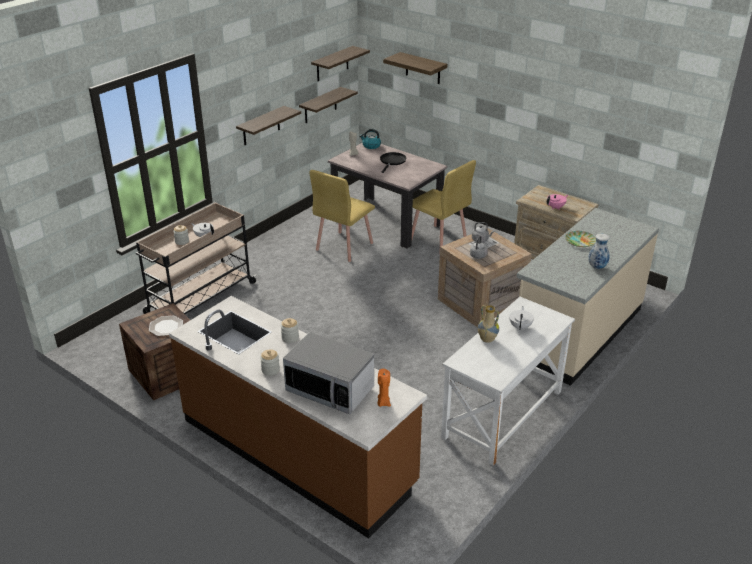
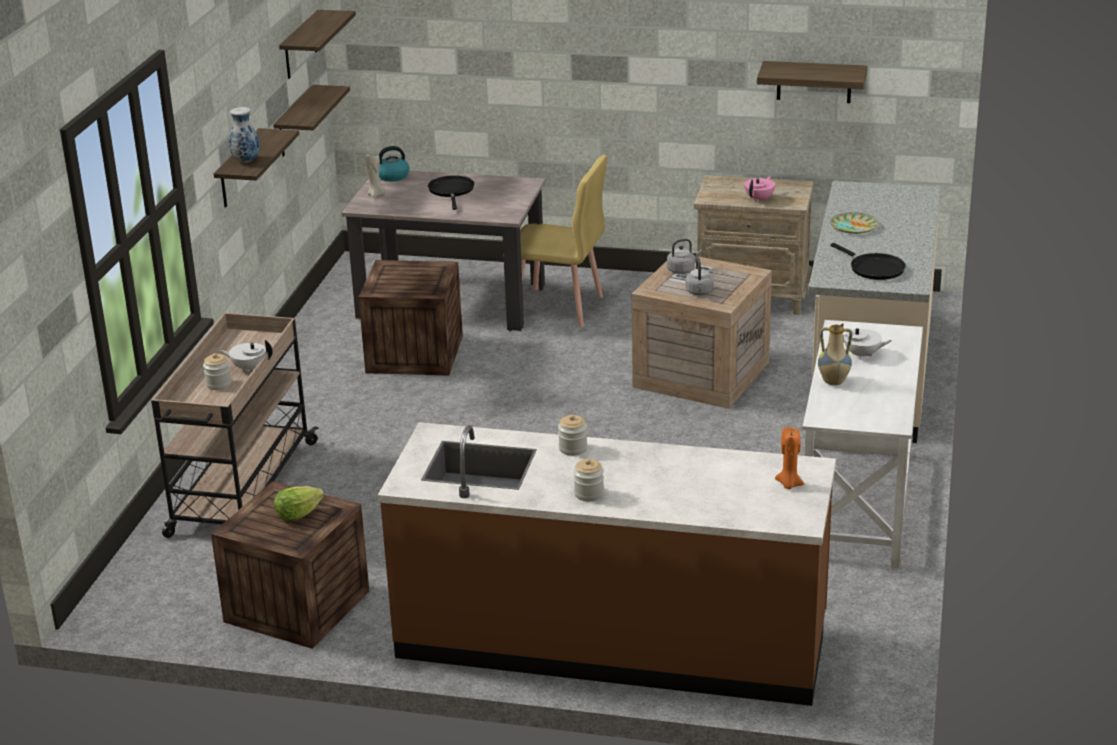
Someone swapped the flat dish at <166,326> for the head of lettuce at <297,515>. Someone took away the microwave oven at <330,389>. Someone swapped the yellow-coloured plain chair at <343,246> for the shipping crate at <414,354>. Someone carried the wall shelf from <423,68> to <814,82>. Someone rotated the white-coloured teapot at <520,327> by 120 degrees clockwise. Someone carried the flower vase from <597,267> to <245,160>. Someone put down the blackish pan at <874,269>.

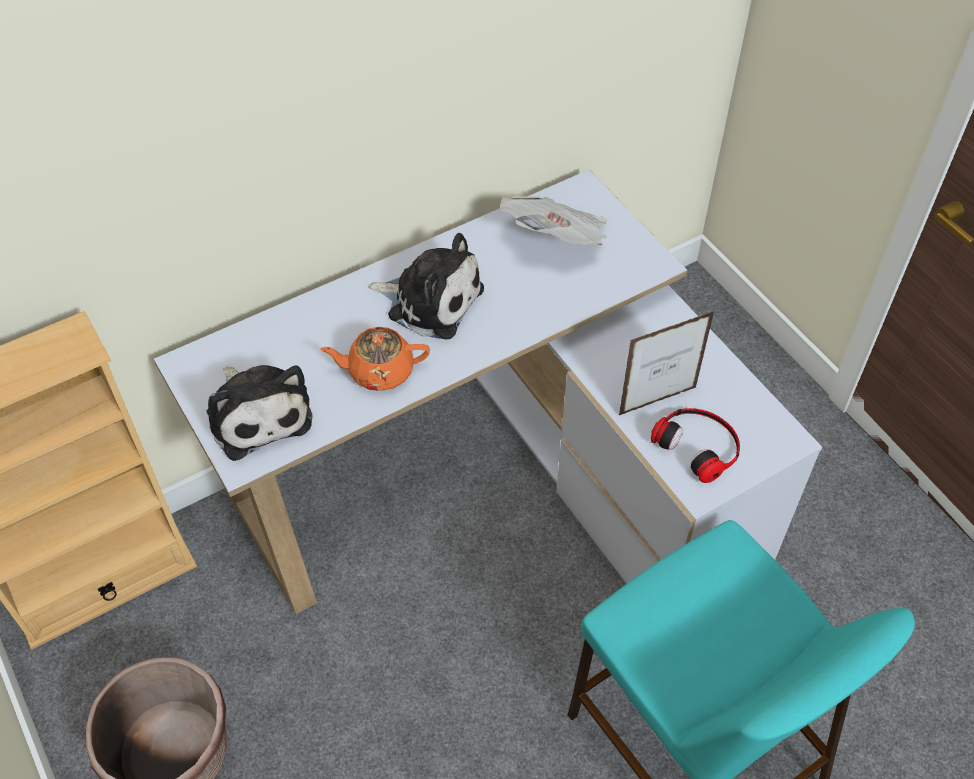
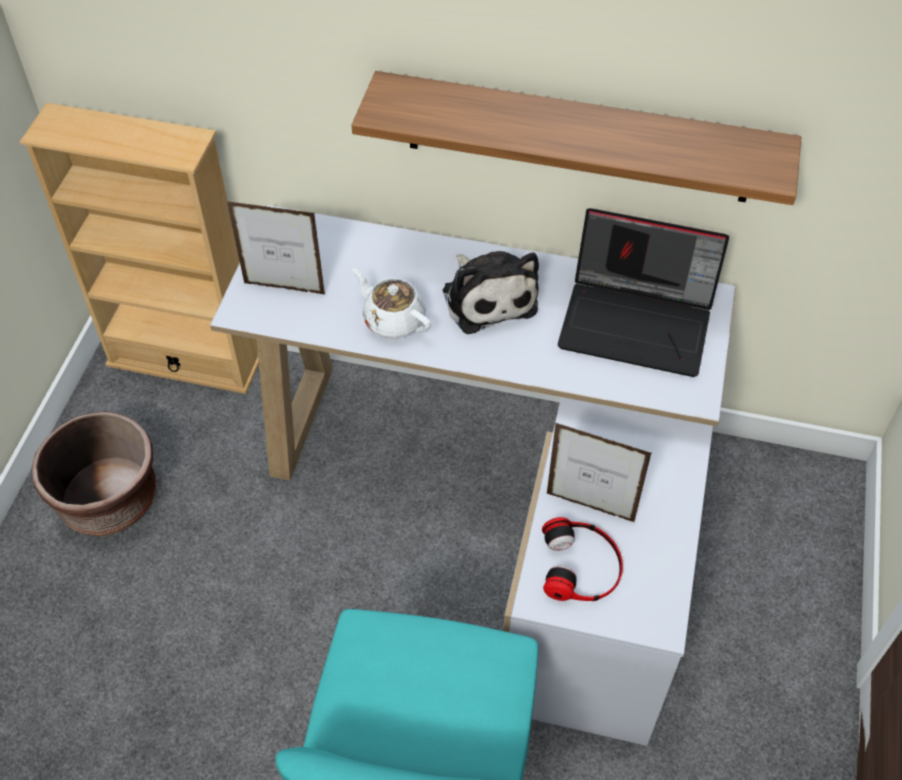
Someone swapped the plush toy at <258,414> for the standing frame at <284,288>. Someone repainted the orange-coloured teapot at <379,371>, which became the white-coloured teapot at <393,320>. Someone swapped the printed paper at <557,240> for the laptop at <638,322>. Someone put up the wall shelf at <578,138>.

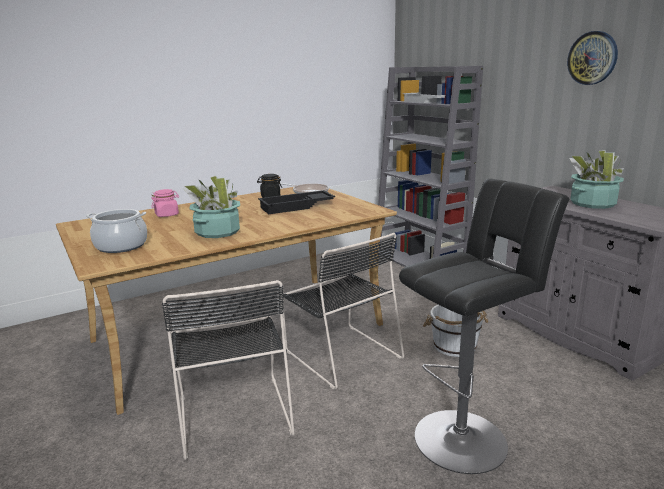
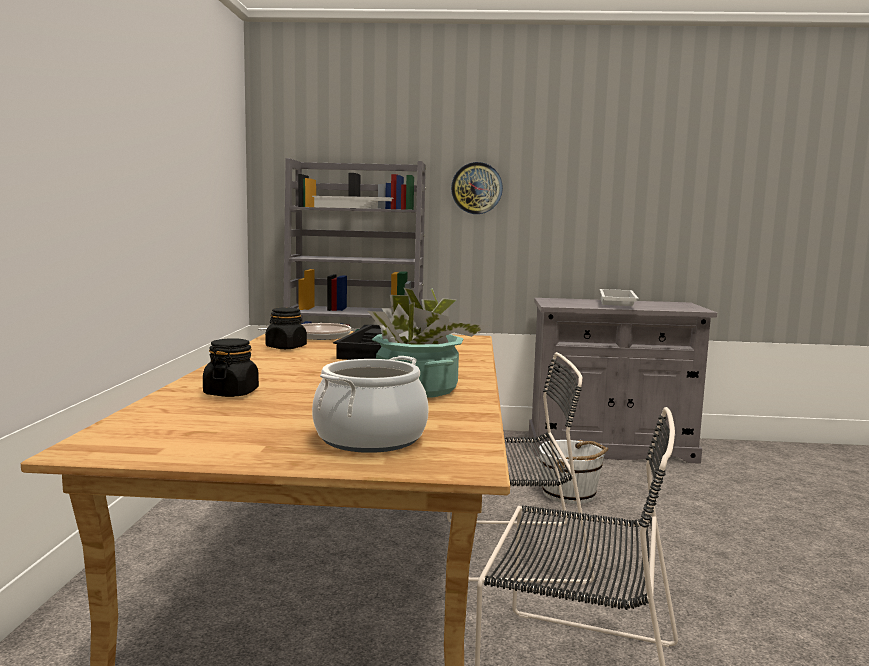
Someone repainted the pinkish preserve jar at <167,215>, which became the blackish preserve jar at <231,393>. Someone took away the blackish sitting stool at <465,437>. Someone carried the clock on the wall from <592,58> to <476,188>. Someone swapped the houseplant at <592,203> for the white-coloured serving tray at <615,304>.

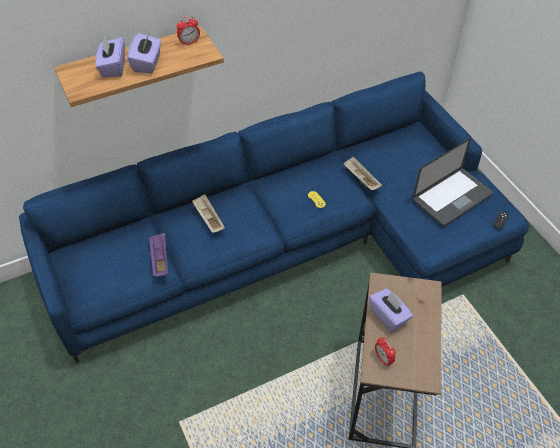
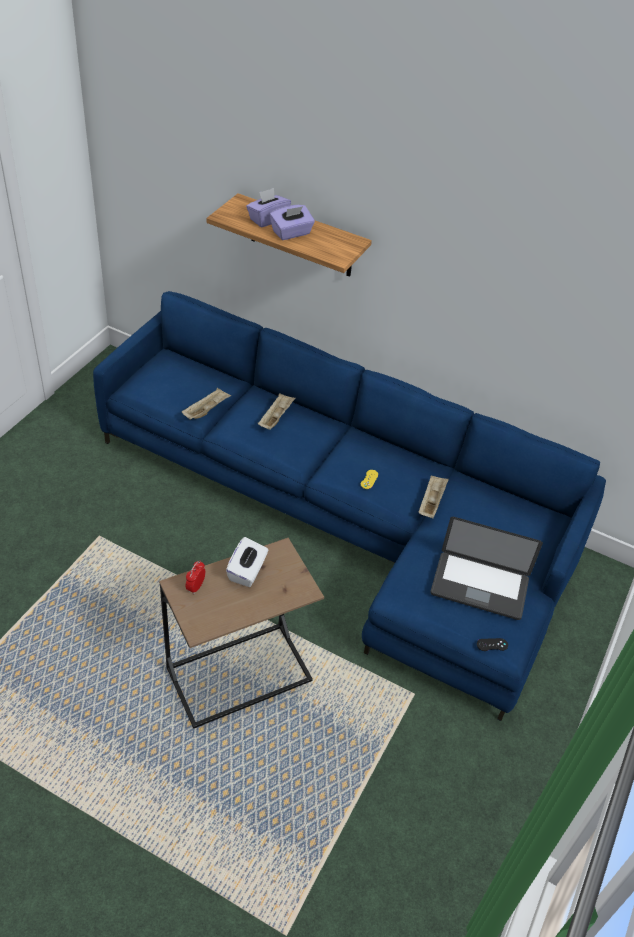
Someone repainted the purple serving tray at <159,259>, which became the beige-coloured serving tray at <206,410>. Someone took away the alarm clock at <189,42>. Someone repainted the purple tissue box at <388,316>, which became the white-coloured tissue box at <247,571>.

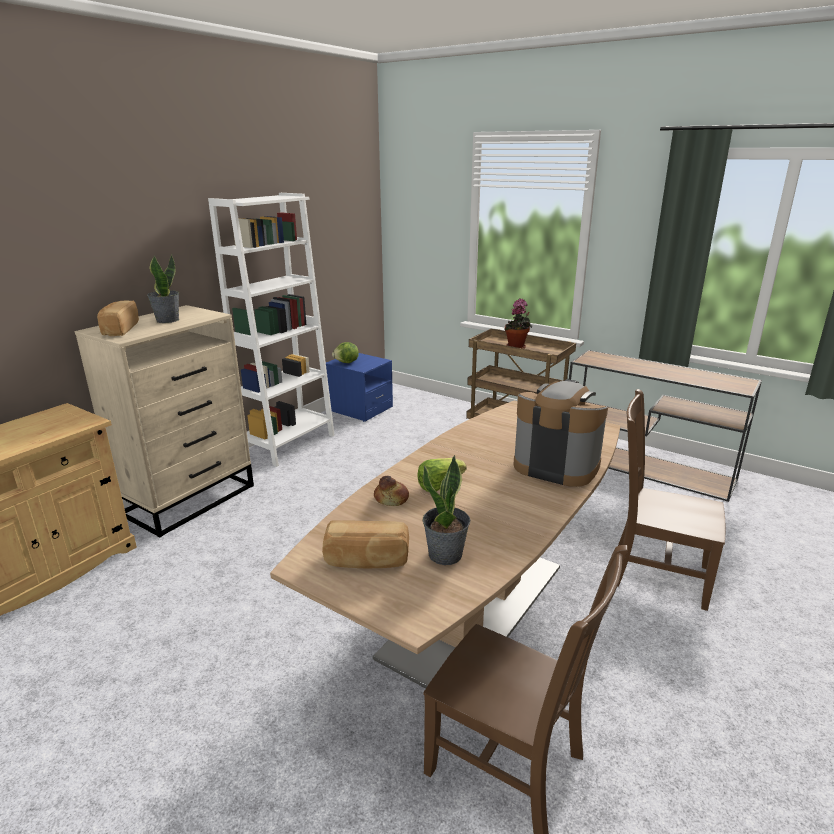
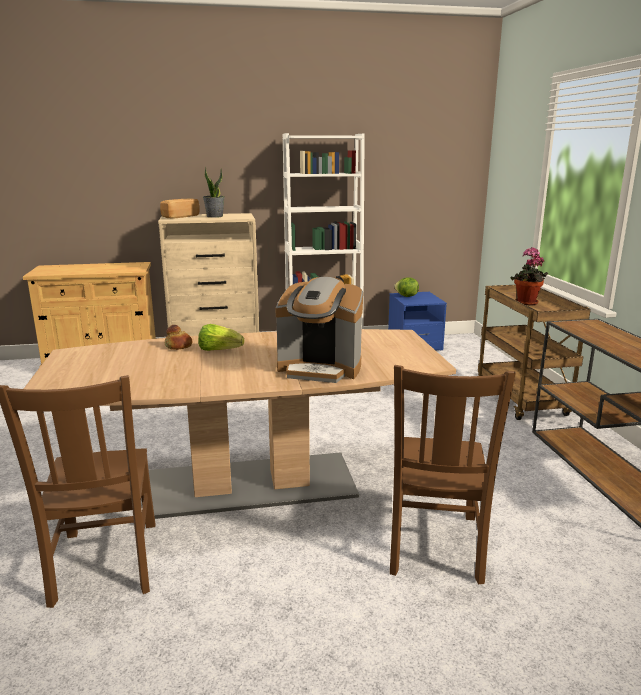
Someone took away the bread at <367,560>. Someone took away the houseplant at <446,555>. Someone rotated the coffee machine at <555,466> by 120 degrees clockwise. Someone rotated the brown plain chair at <655,574> by 150 degrees counterclockwise.

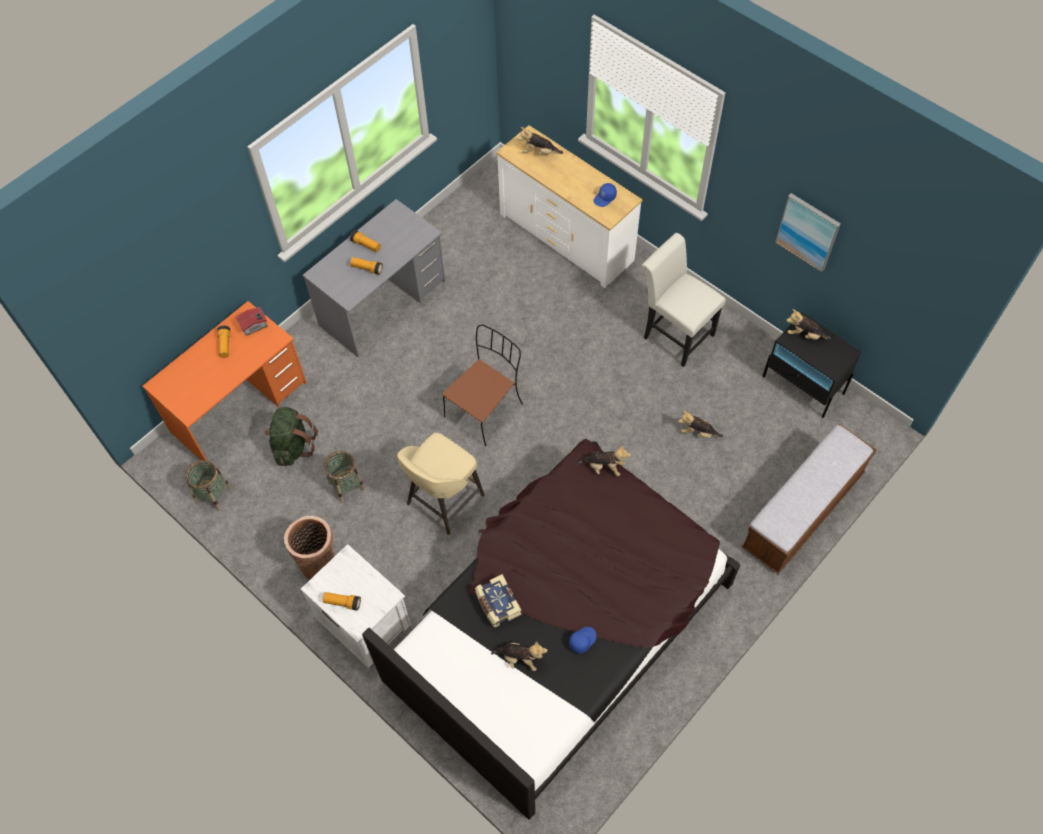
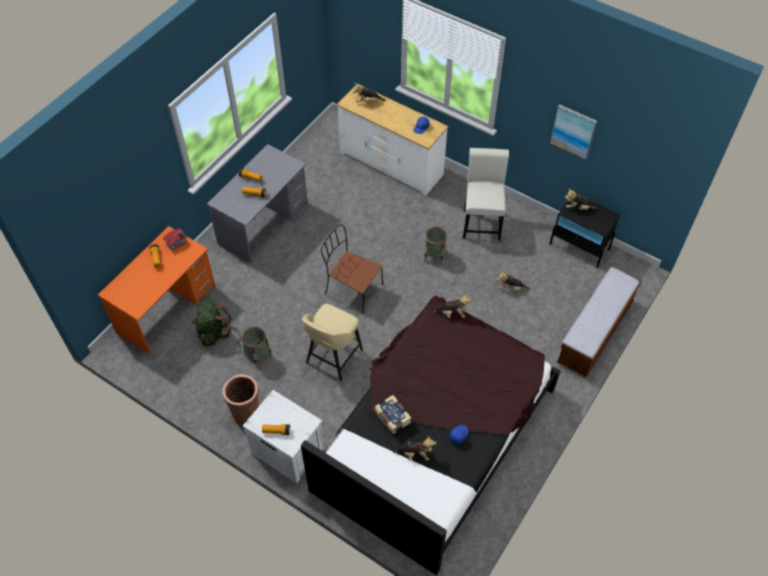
Someone carried the household basket from <213,495> to <434,255>. Someone rotated the brown plain chair at <485,409> by 90 degrees counterclockwise. Someone rotated the white-coloured plain chair at <674,333> by 60 degrees clockwise.

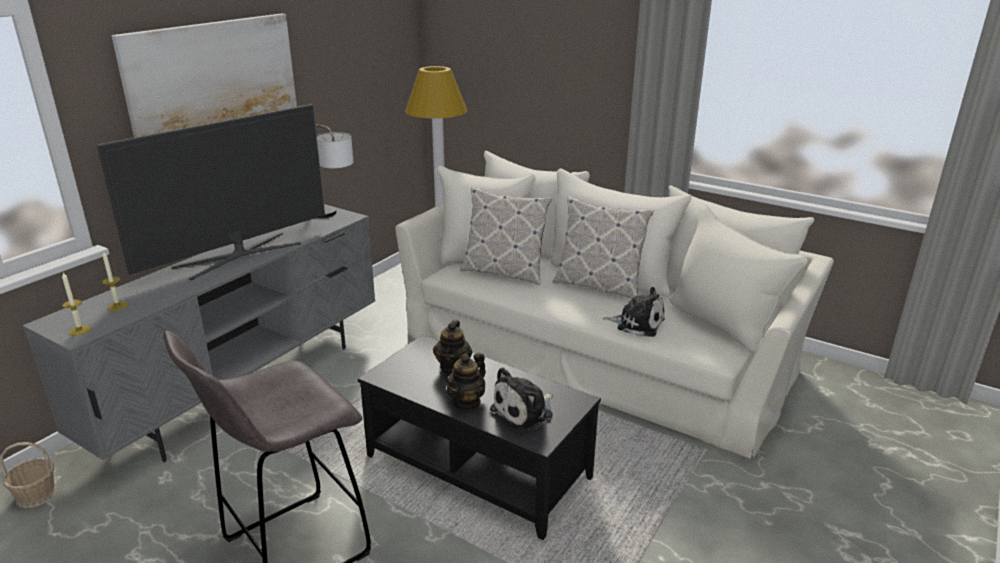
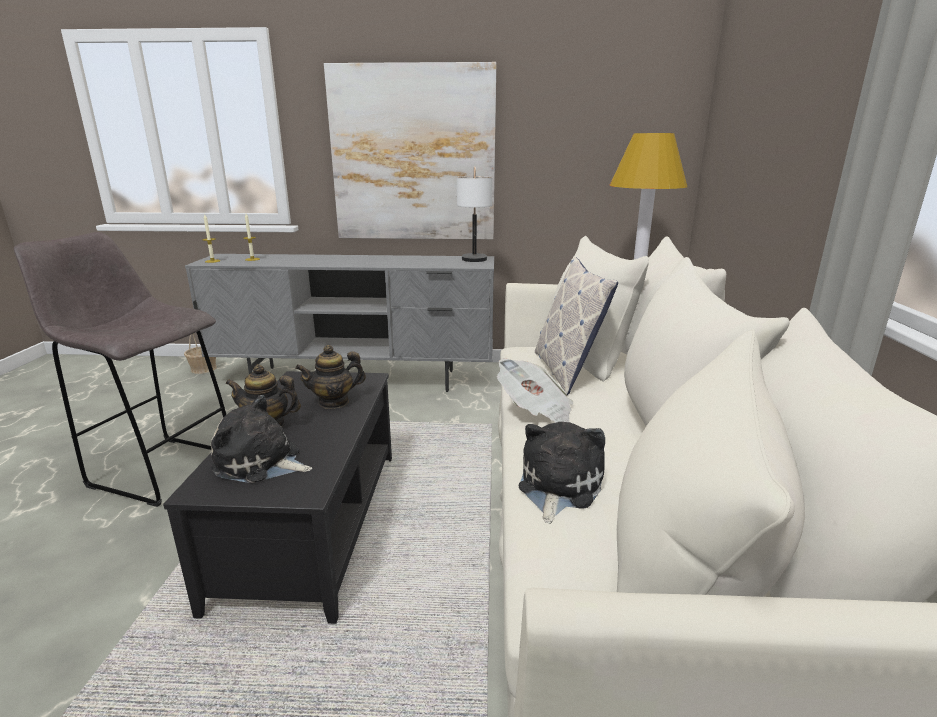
Someone took away the television at <239,255>. Someone took away the cushion at <598,286>. Someone rotated the plush toy at <637,323> by 150 degrees counterclockwise. Someone put down the printed paper at <535,410>.

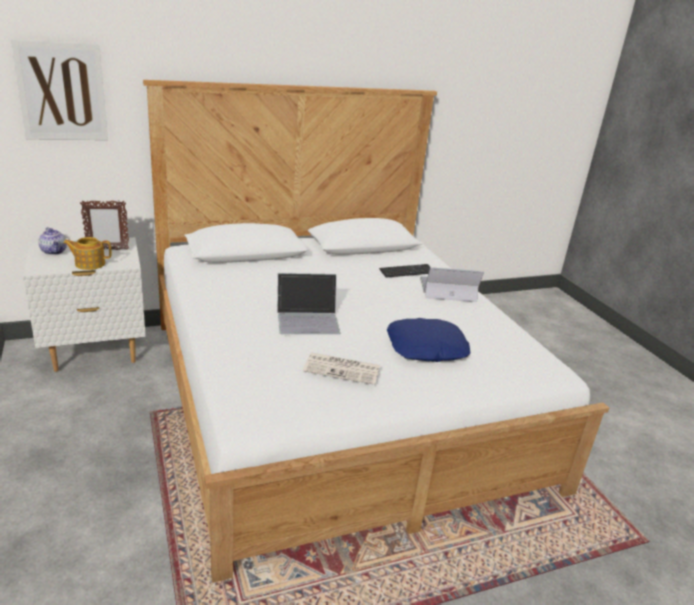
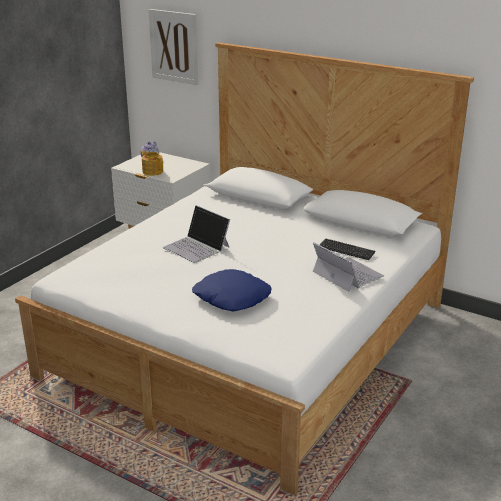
Someone took away the standing frame at <107,249>. Someone took away the printed paper at <343,369>.

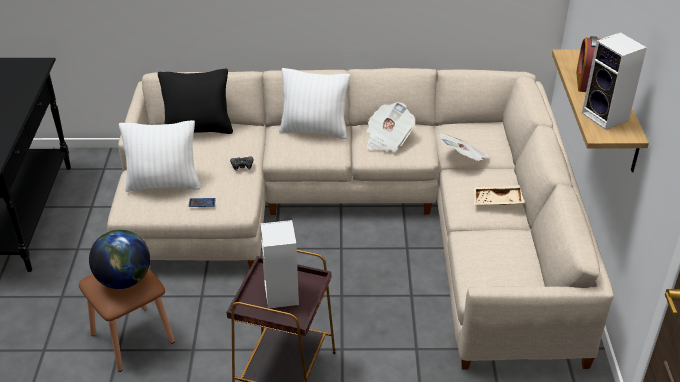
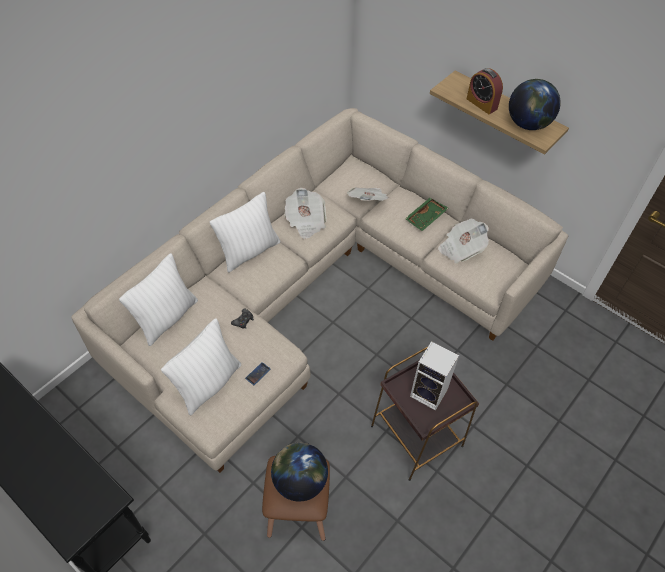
Someone repainted the blackish cushion at <198,130>, which became the white-coloured cushion at <167,318>. Someone repainted the beige-coloured serving tray at <497,201>, which became the green-coloured serving tray at <426,217>. Someone swapped the loudspeaker at <607,117> for the world globe at <528,124>. Someone put down the printed paper at <461,248>.

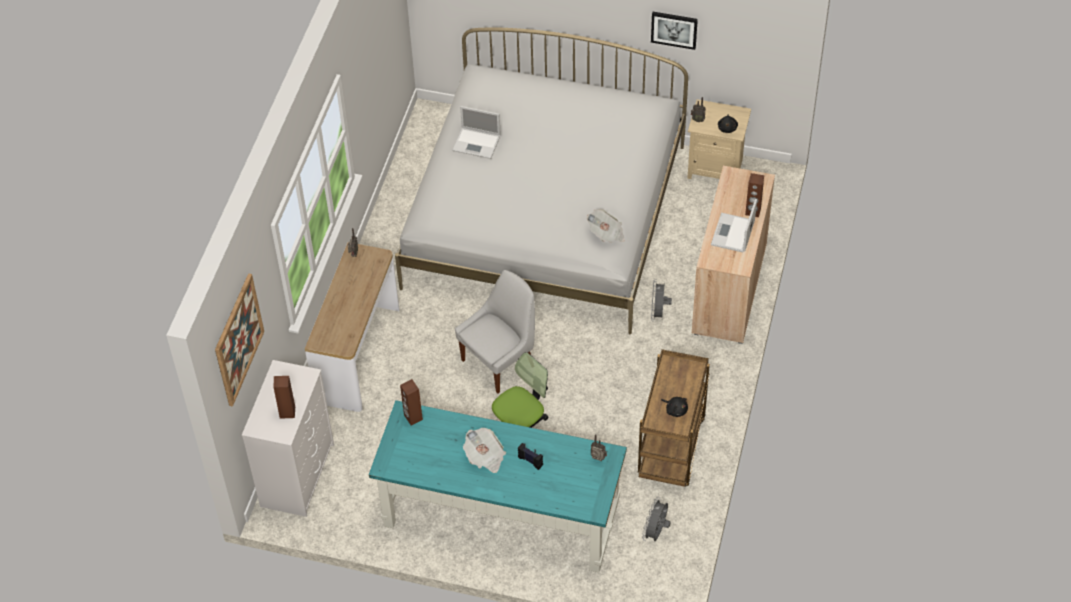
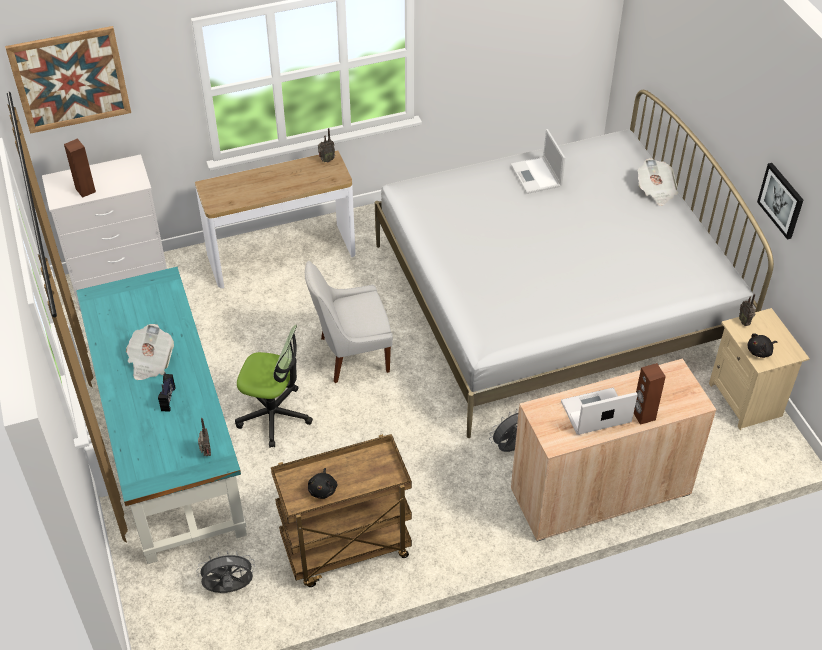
Someone took away the brown loudspeaker at <413,417>. Someone rotated the white-coloured plain chair at <500,362> by 150 degrees clockwise. Someone carried the printed paper from <606,234> to <656,191>.

